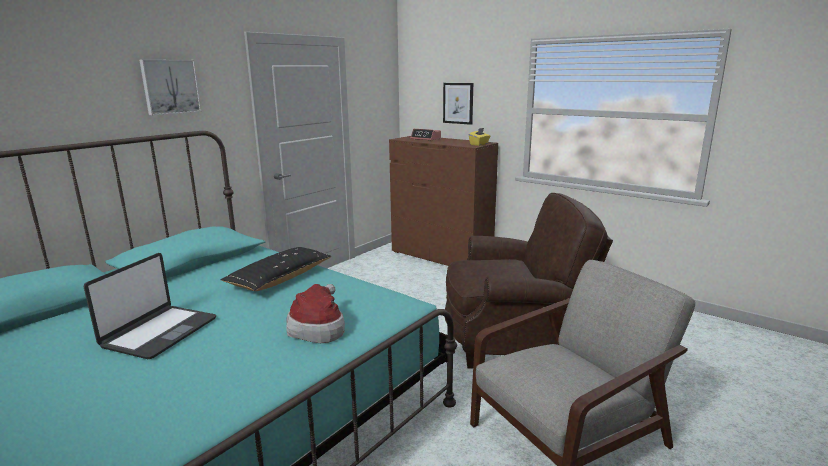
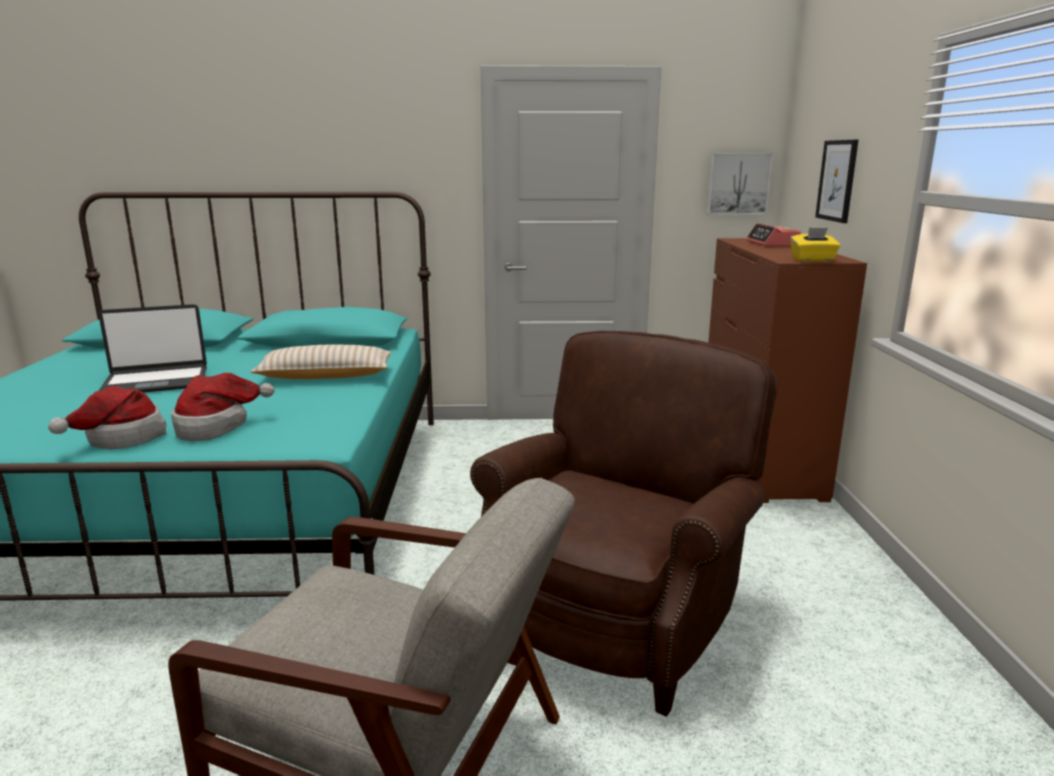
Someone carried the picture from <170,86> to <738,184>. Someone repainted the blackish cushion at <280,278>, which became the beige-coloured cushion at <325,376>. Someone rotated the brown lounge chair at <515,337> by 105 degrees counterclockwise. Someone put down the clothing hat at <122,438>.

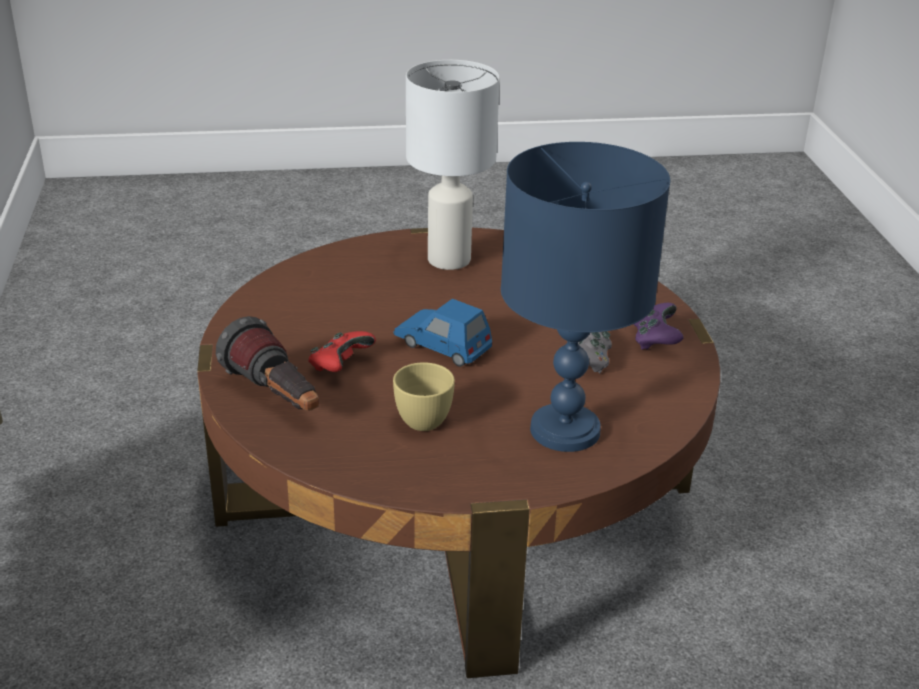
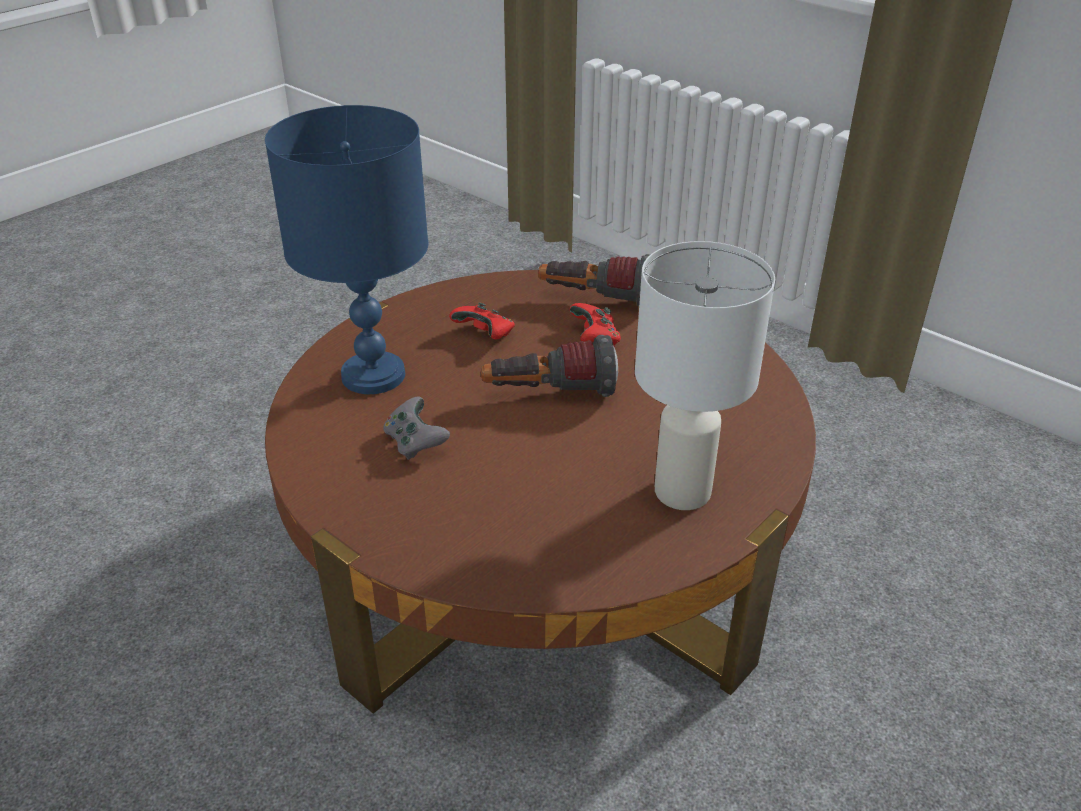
Someone swapped the bluish model car at <443,345> for the hand torch at <549,394>. Someone swapped the yellow-coloured small cup at <422,417> for the reddish joypad at <485,335>. Someone took away the purple joypad at <655,340>.

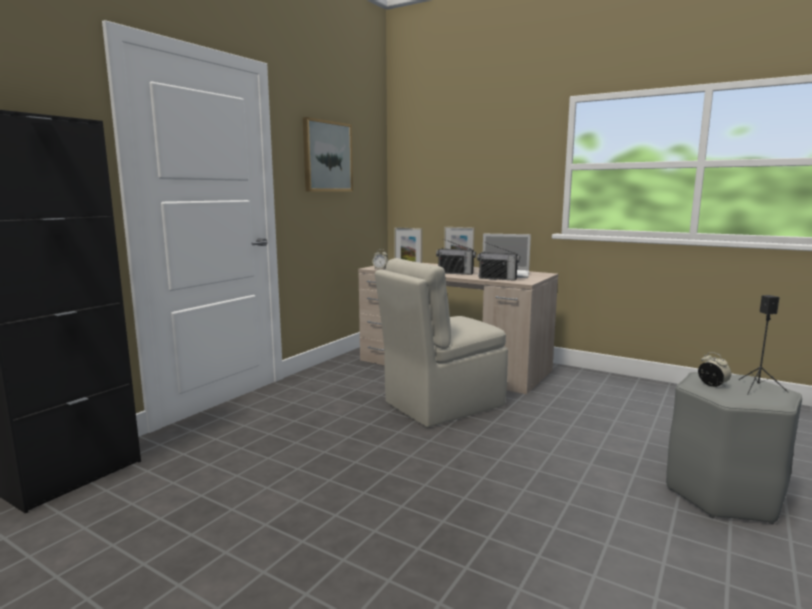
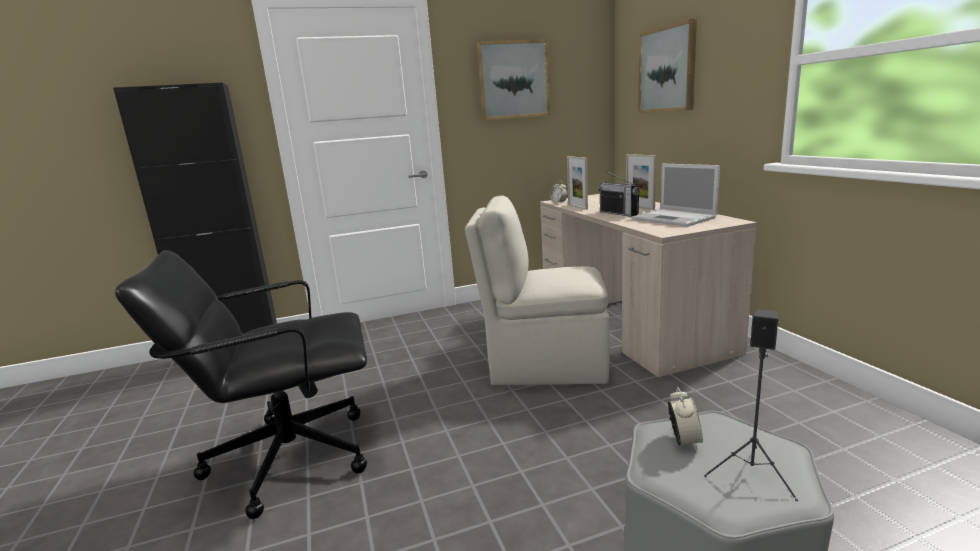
Someone took away the radio set at <497,279>. Someone put down the blackish office chair at <289,457>. Someone put up the picture at <667,69>.

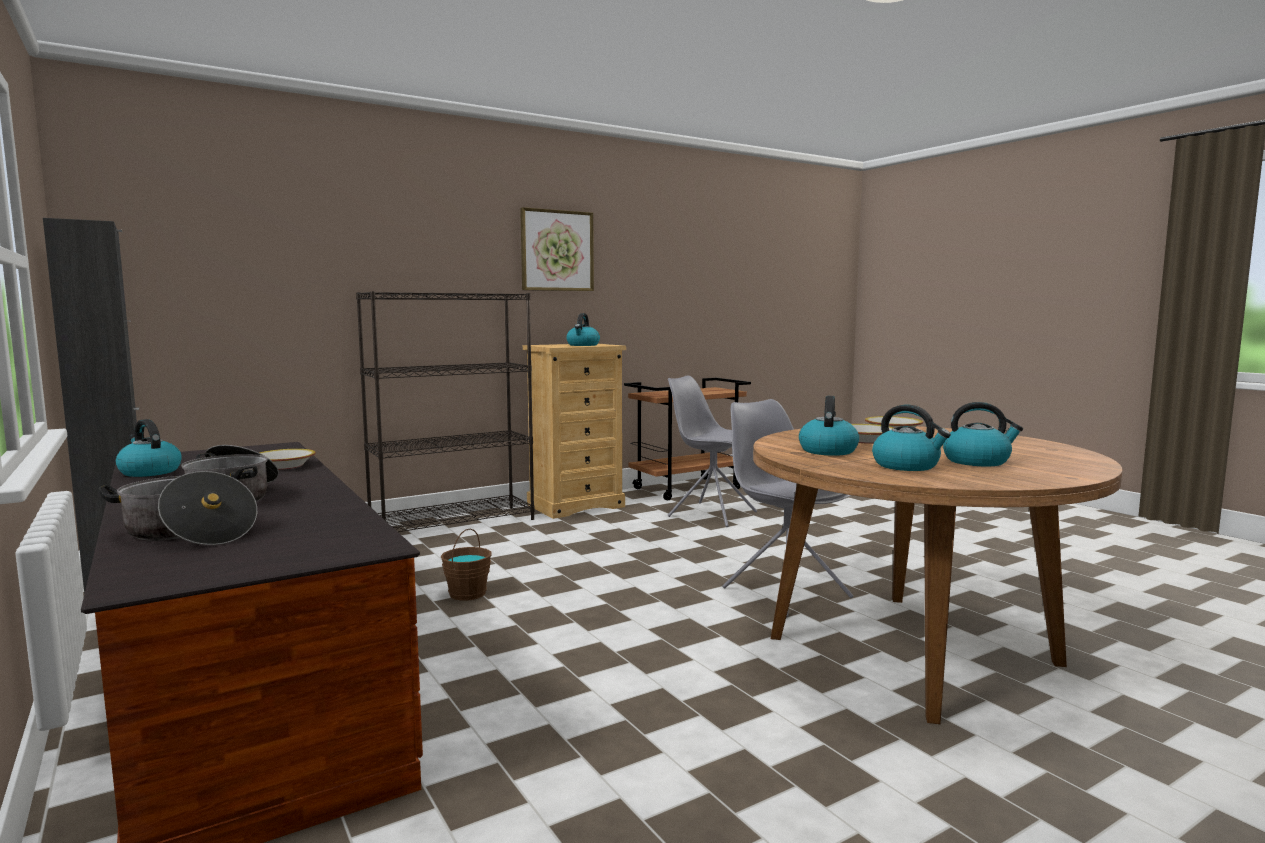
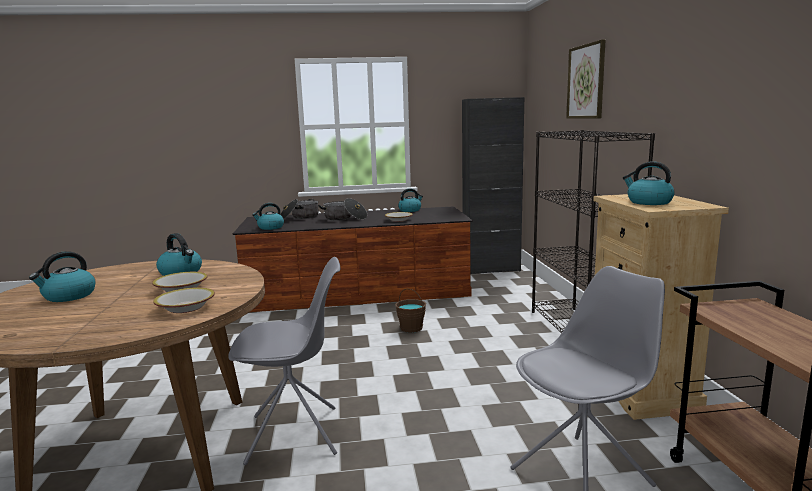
Someone carried the picture from <557,250> to <586,82>. Someone carried the water kettle from <907,466> to <270,227>.

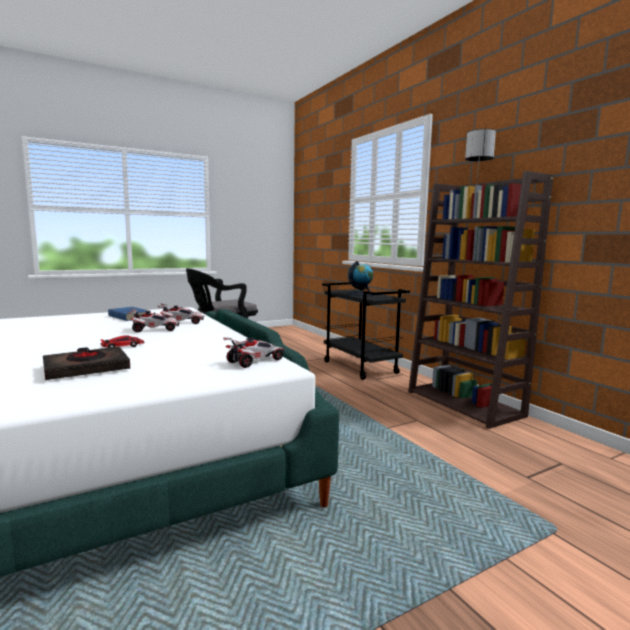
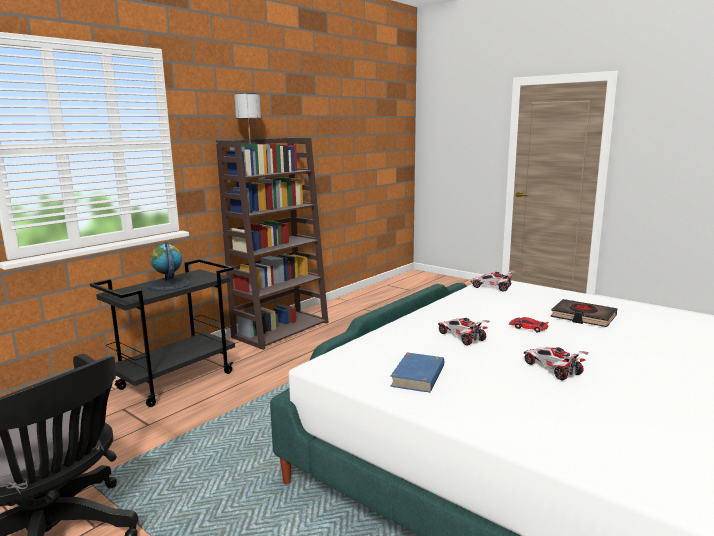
Someone carried the model car from <181,323> to <552,369>.

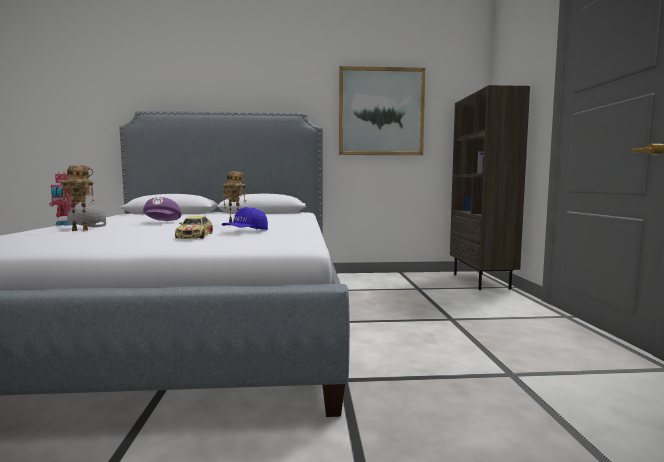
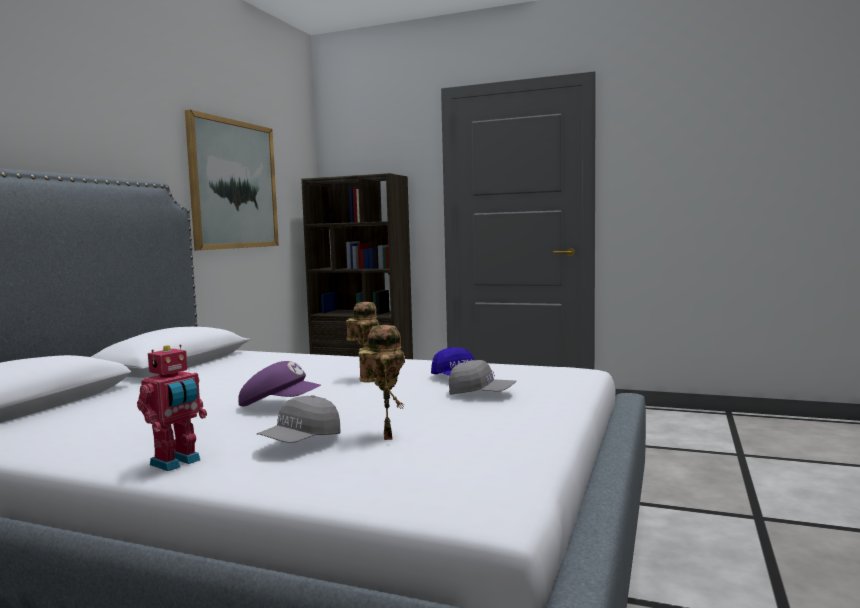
Someone swapped the model car at <195,235> for the greyish baseball cap at <481,394>.

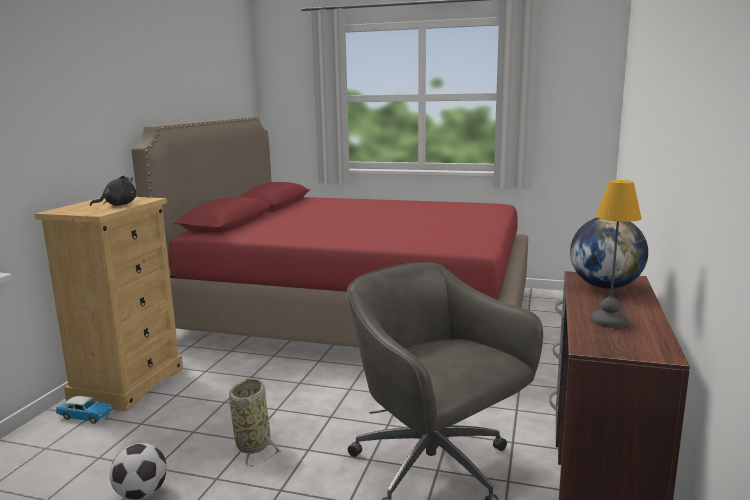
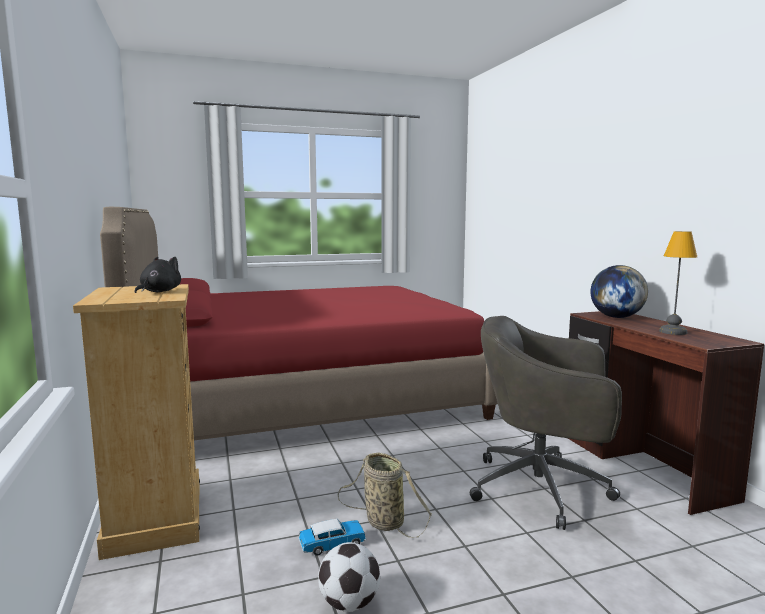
Someone carried the model car from <86,416> to <333,544>.

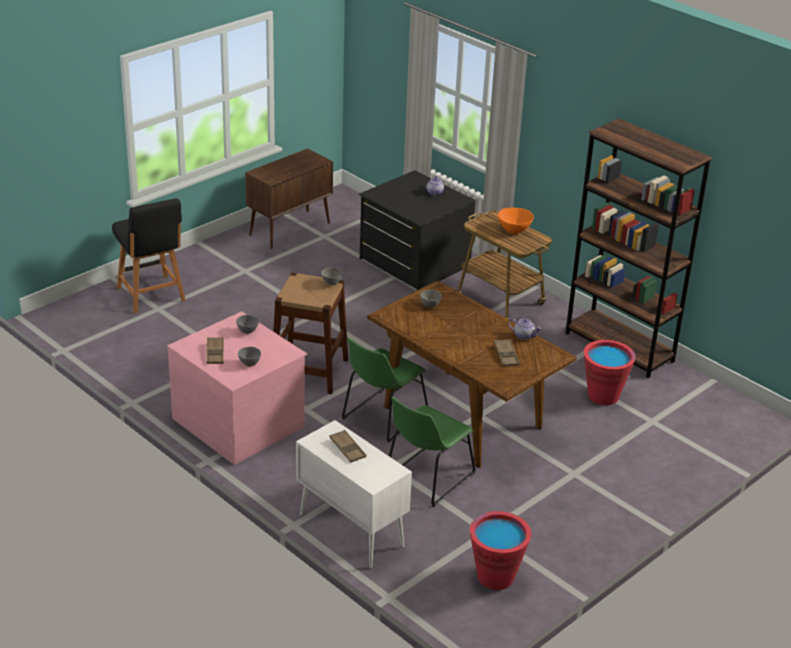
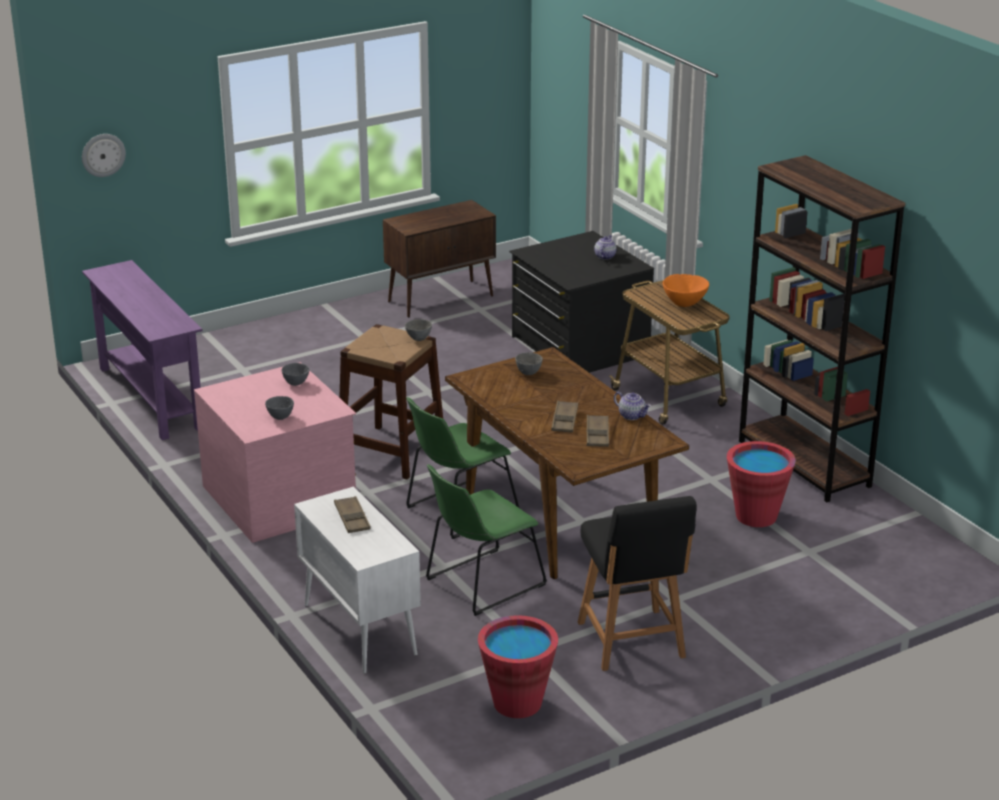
Someone carried the blackish plain chair from <152,296> to <632,642>. Someone carried the brown serving tray from <215,353> to <564,420>. Someone put up the clock on the wall at <103,155>. Someone put down the purple console table at <149,398>.

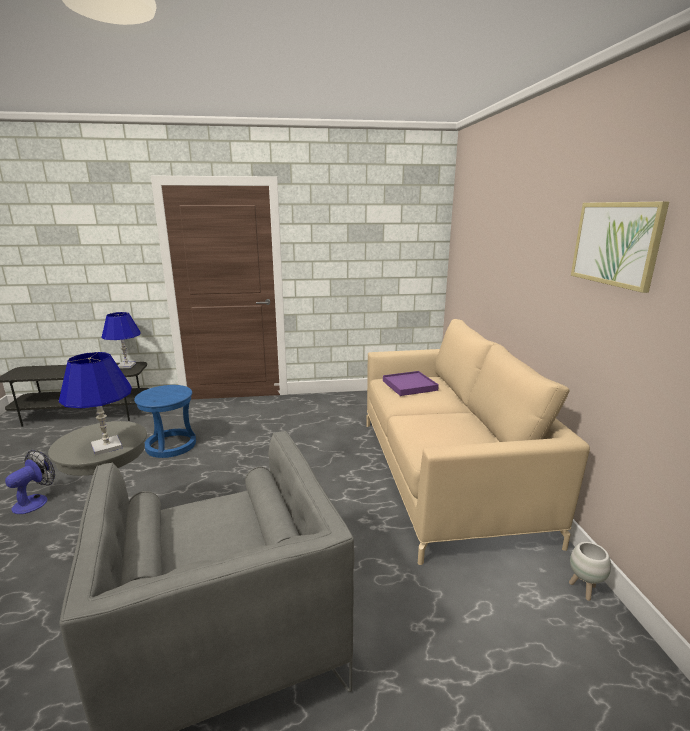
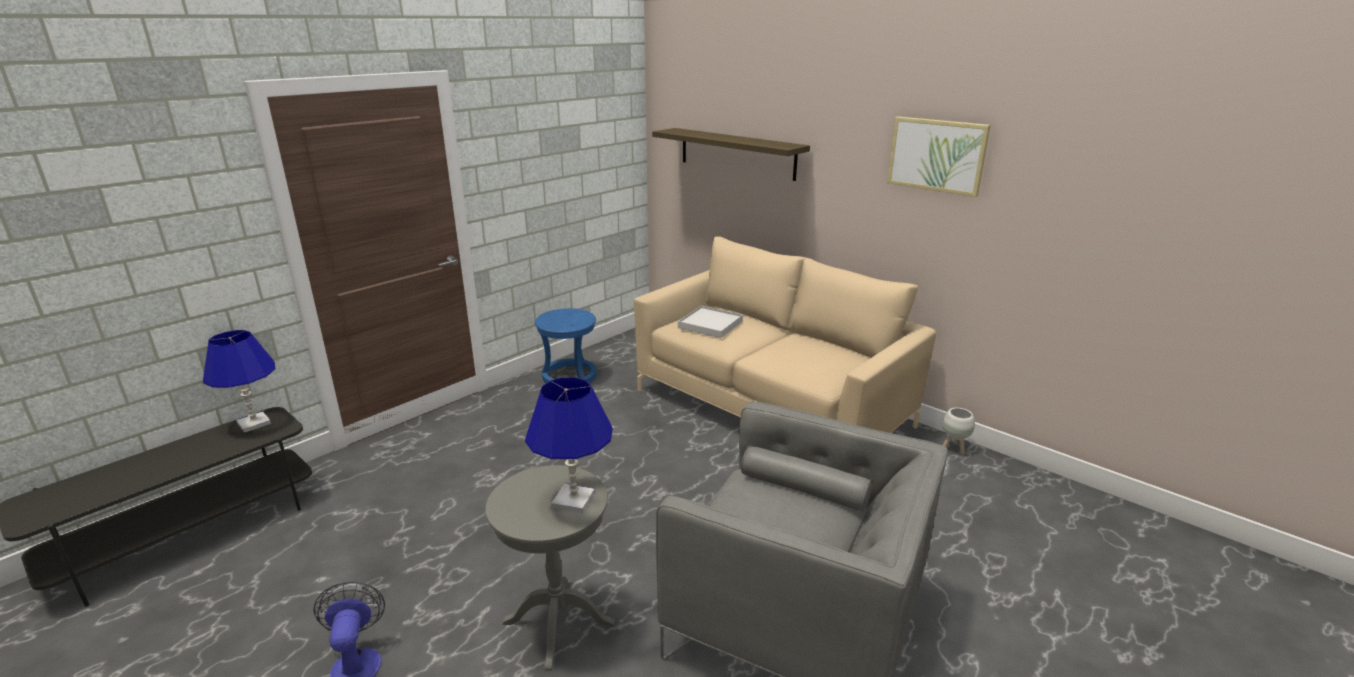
Someone carried the bluish sitting stool from <171,445> to <569,376>. Someone repainted the purple serving tray at <409,385>, which became the white-coloured serving tray at <710,324>. Someone put up the wall shelf at <736,153>.

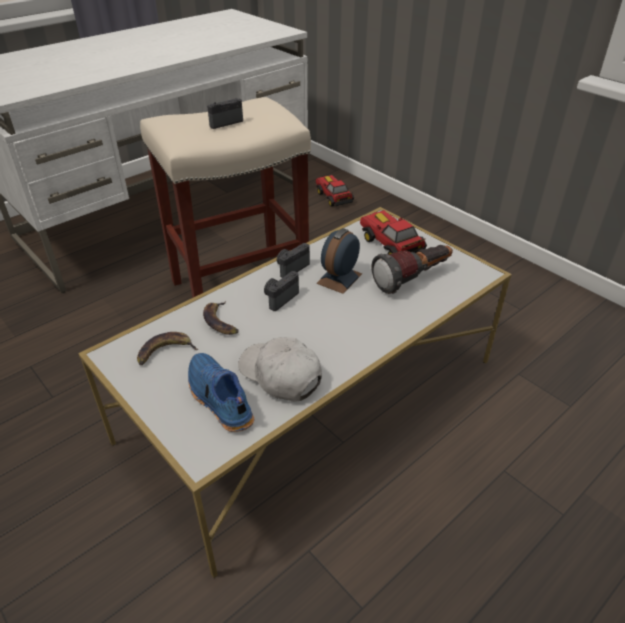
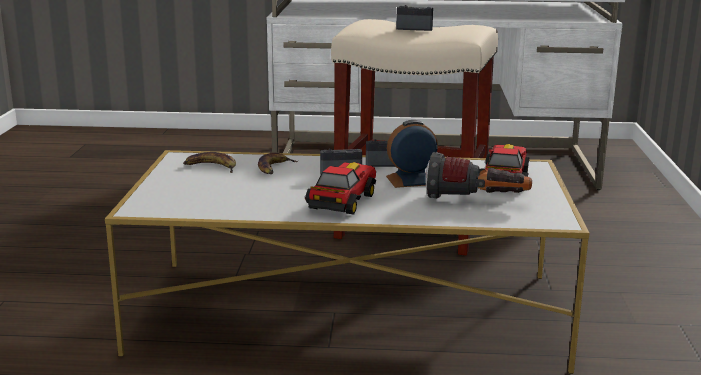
Someone took away the bluish shoe at <218,400>. Someone took away the white-coloured baseball cap at <280,375>. Someone carried the model car from <333,197> to <343,201>.

